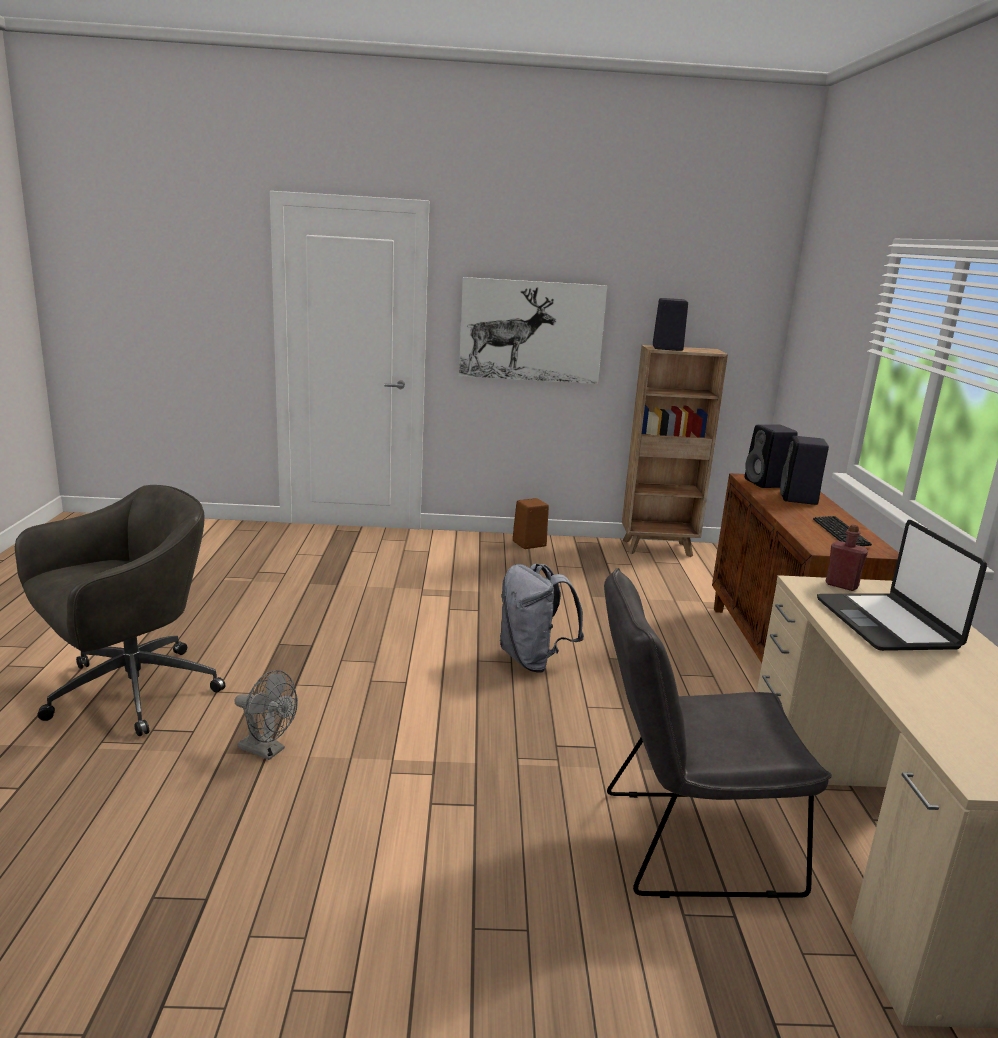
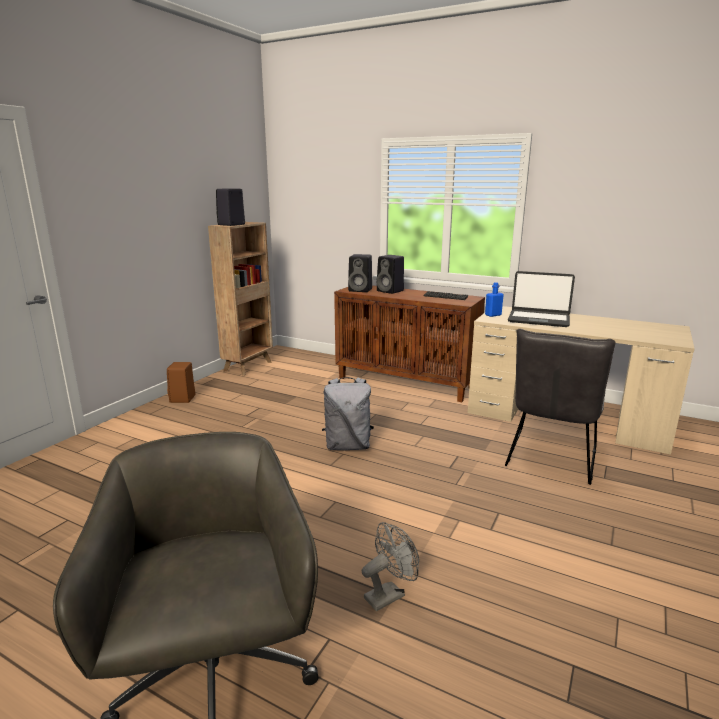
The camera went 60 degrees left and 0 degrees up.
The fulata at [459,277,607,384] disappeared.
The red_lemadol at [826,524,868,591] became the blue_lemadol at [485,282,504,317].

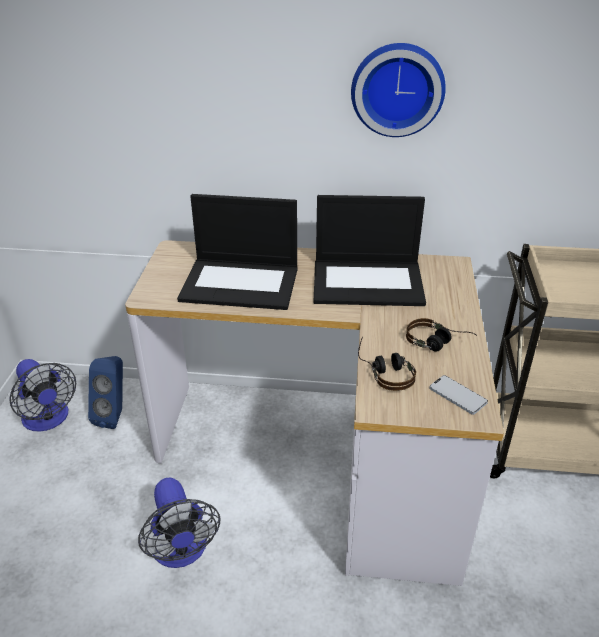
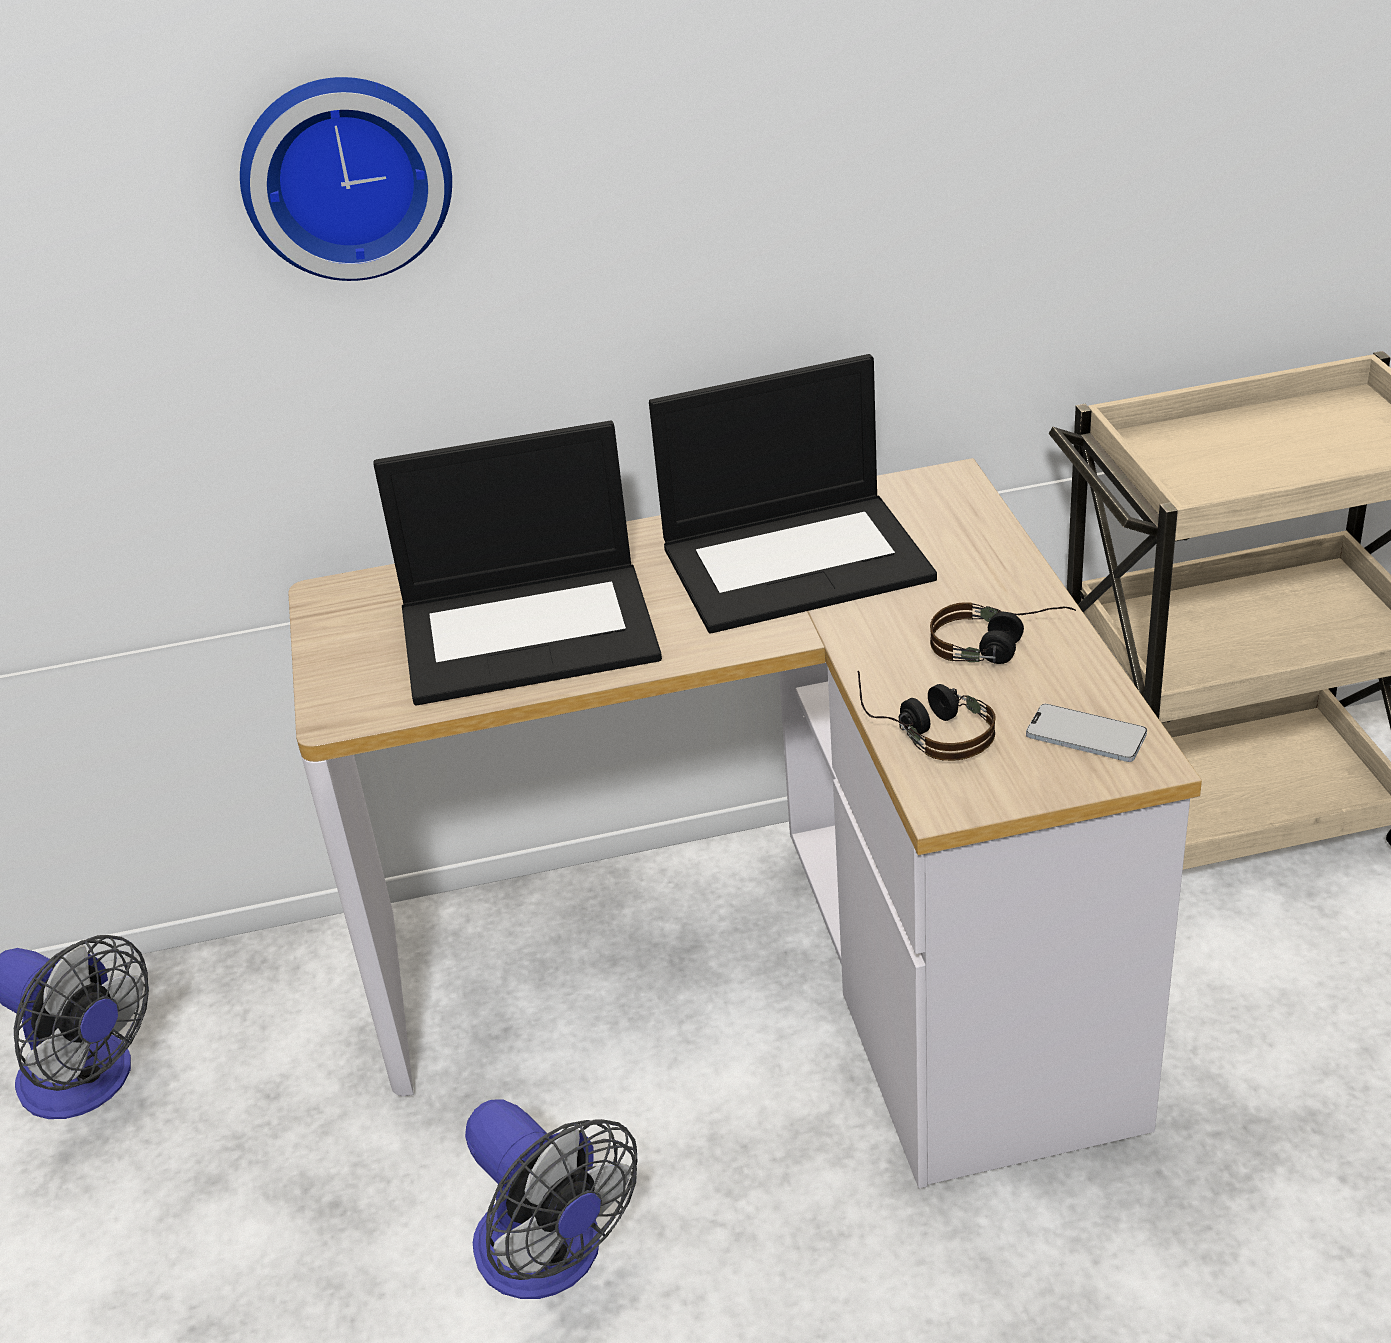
The camera went 15 degrees left and 0 degrees up.
The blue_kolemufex at [88,356,123,429] disappeared.
The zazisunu moved from [351,43,446,137] to [240,77,452,281].

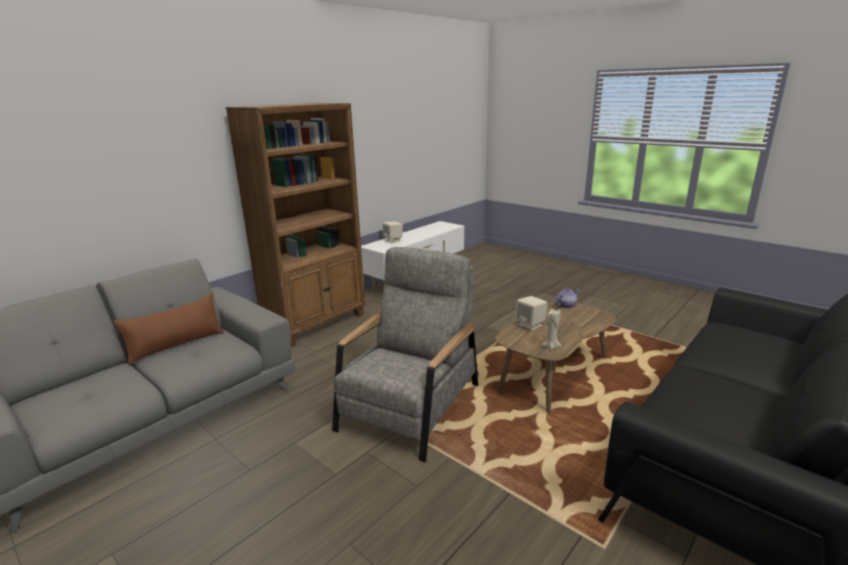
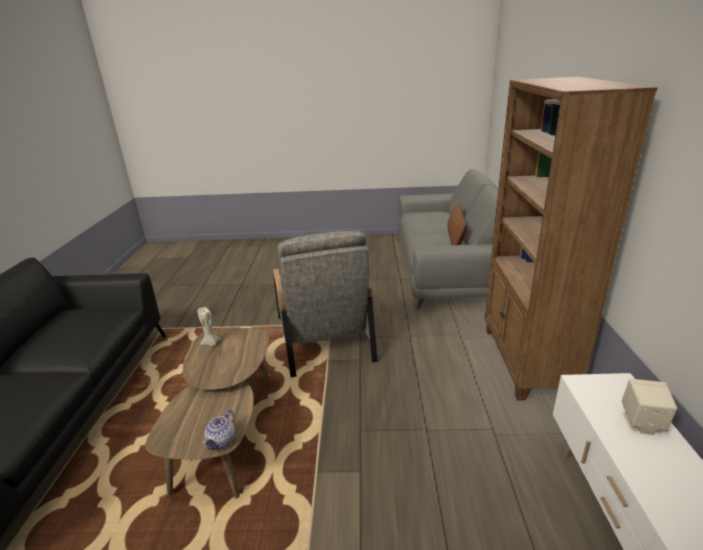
The camera went 140 degrees right and 5 degrees up.
The beige_kolemufex at [515,296,547,331] disappeared.

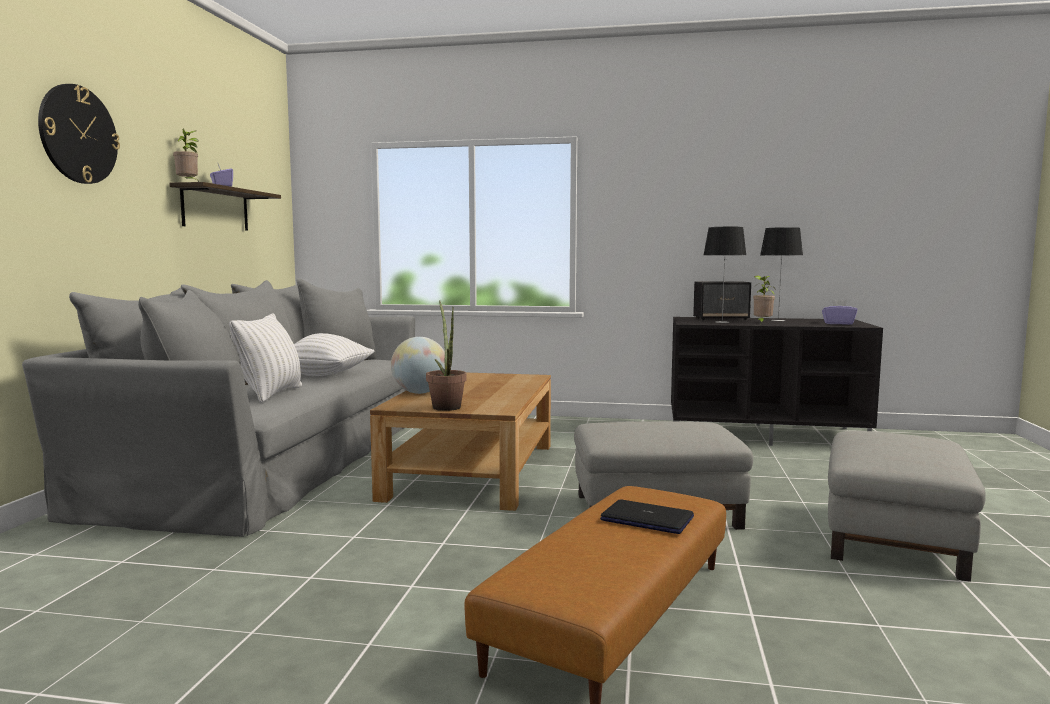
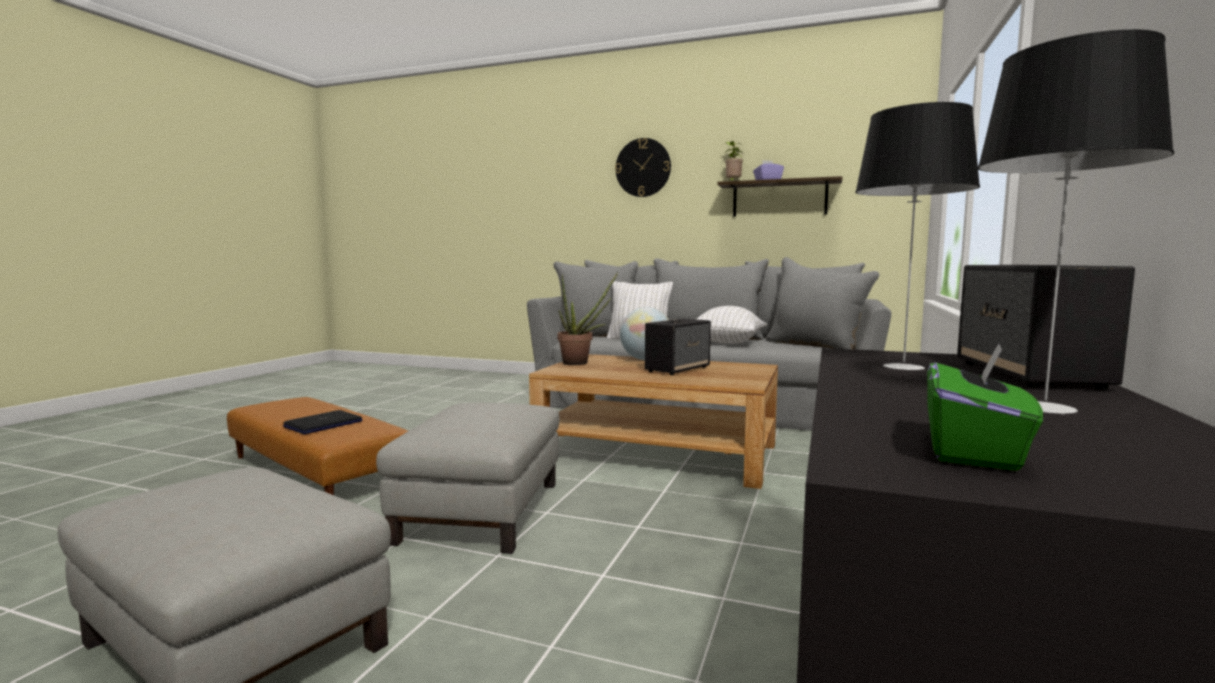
The camera went 100 degrees right and 0 degrees up.
The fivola at [753,276,776,324] disappeared.
The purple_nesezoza at [822,300,857,325] became the green_nesezoza at [927,342,1043,471].
The kolemufex at [645,318,711,375] appeared.

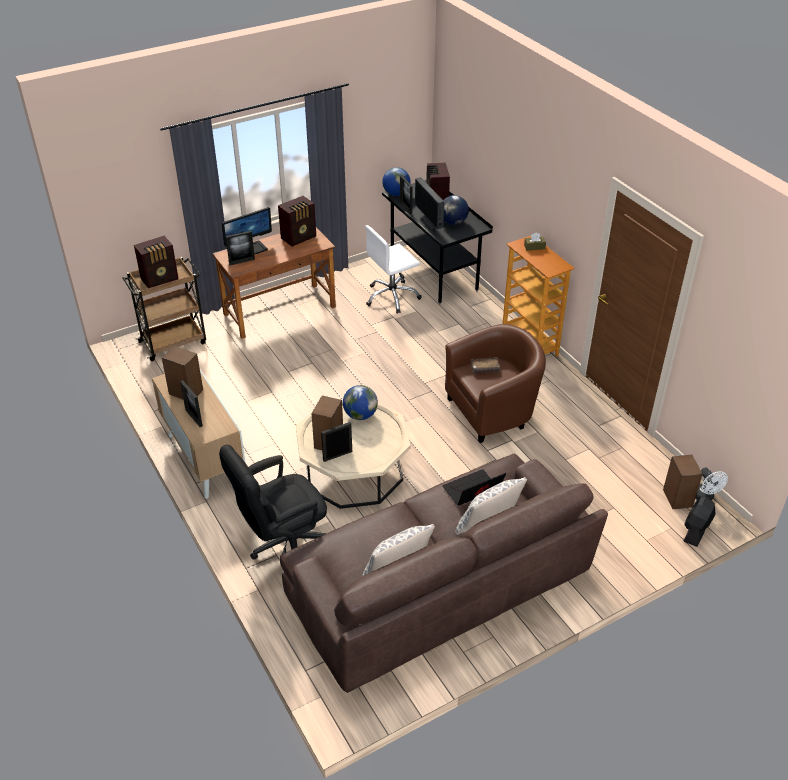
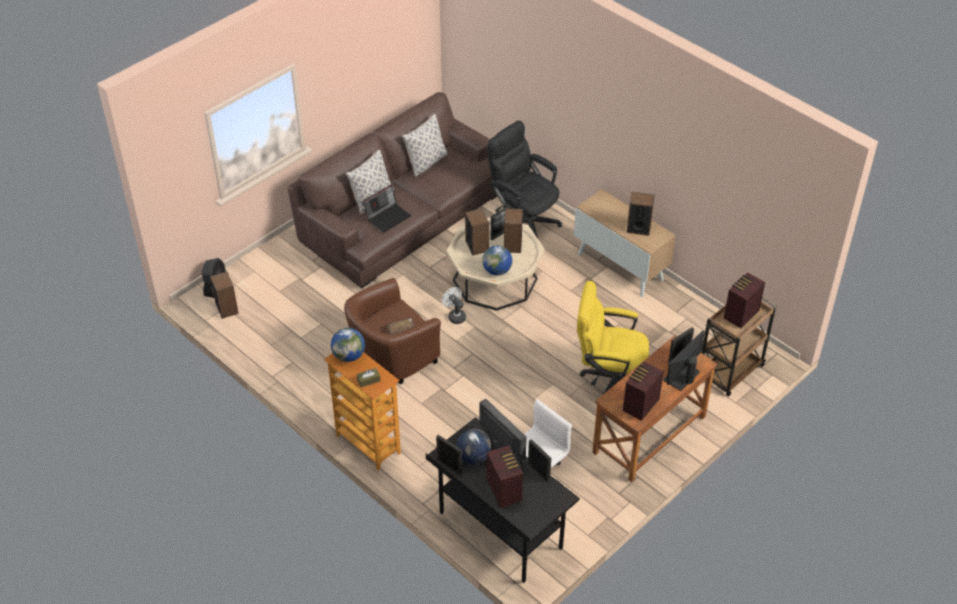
The camera went 165 degrees right and 5 degrees up.
The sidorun moved from [180,380,203,427] to [436,435,462,475].
The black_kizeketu at [219,445,327,560] turned 90 degrees counterclockwise.
The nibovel moved from [382,167,410,196] to [331,328,365,362].
The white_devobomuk moved from [696,467,728,500] to [442,287,466,324].
The kolemufex at [465,208,489,256] appeared.
The yellow_kizeketu at [577,281,649,395] appeared.

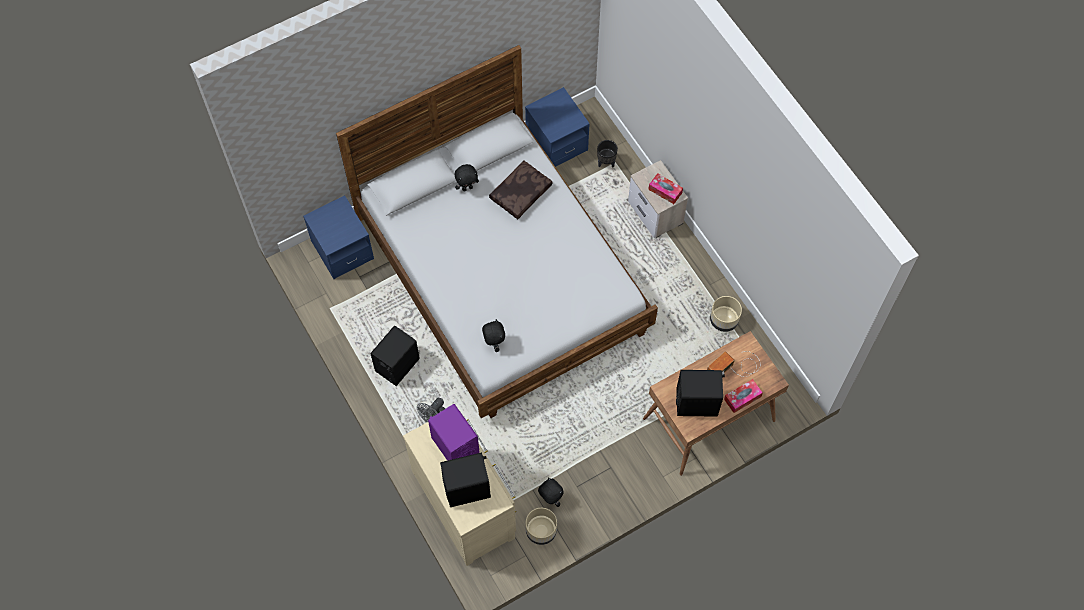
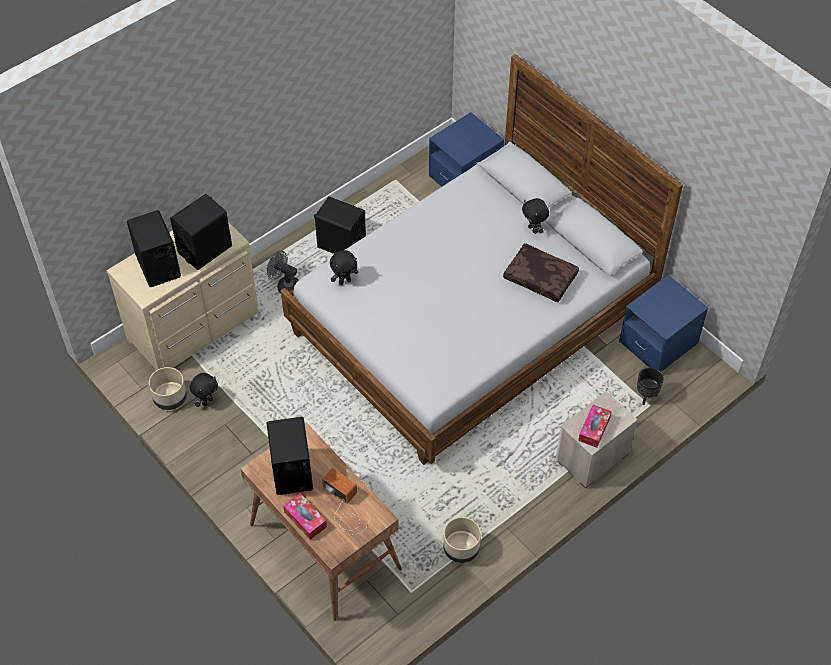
The camera went 80 degrees right and 10 degrees down.
The purple_kolemufex at [428,404,480,461] became the black_kolemufex at [170,194,232,270].

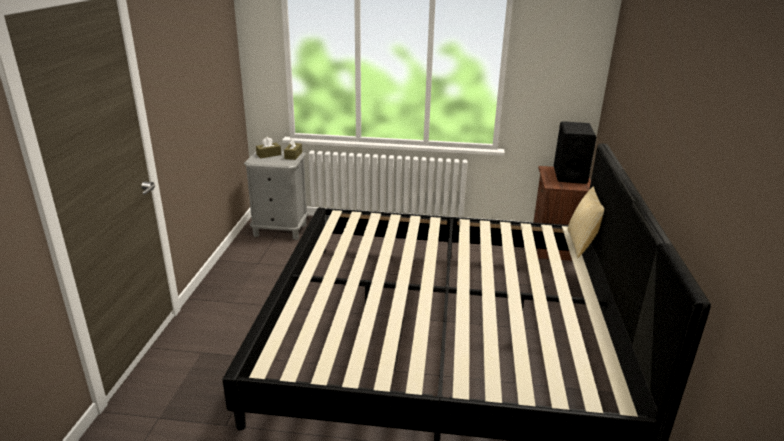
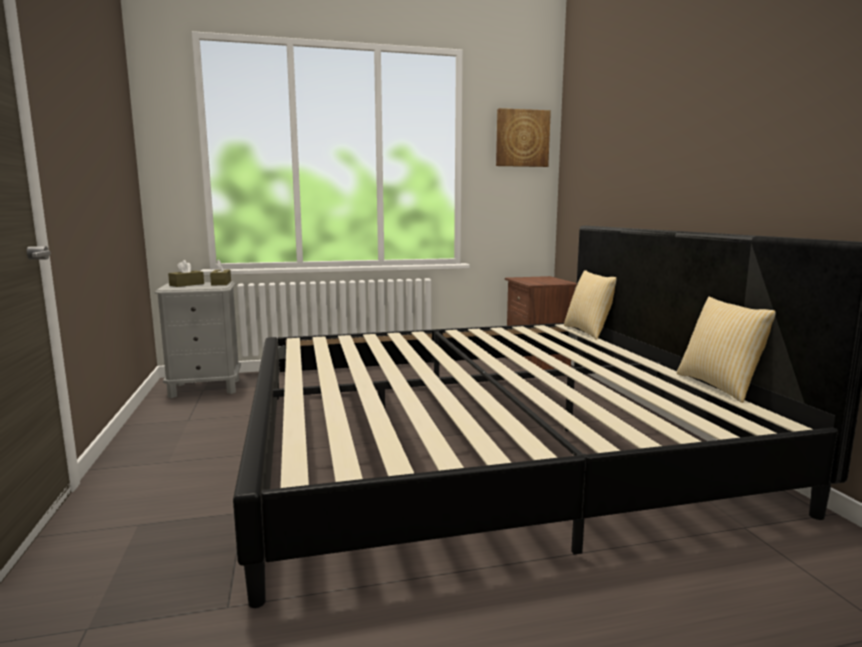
The camera went 20 degrees left and 15 degrees down.
The black_kolemufex at [554,121,596,184] disappeared.
The fulata at [496,108,551,167] appeared.
The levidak at [677,297,776,403] appeared.

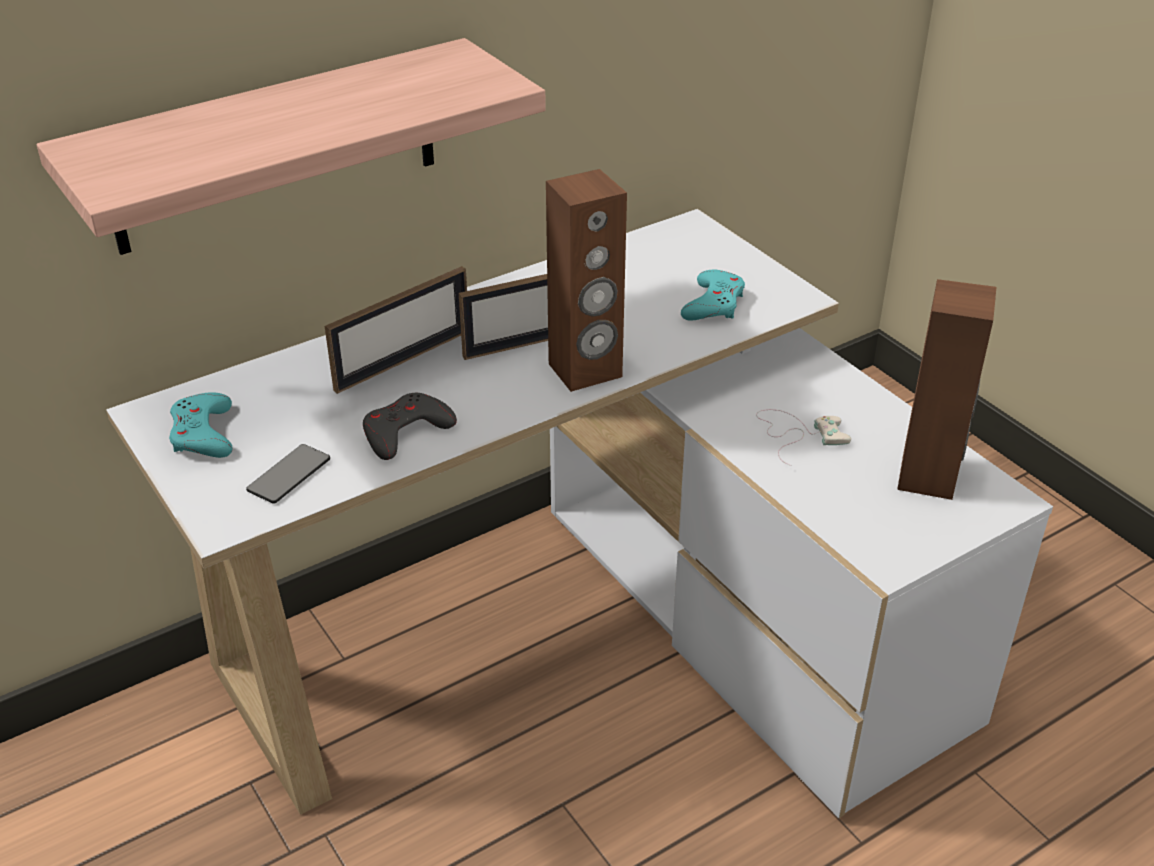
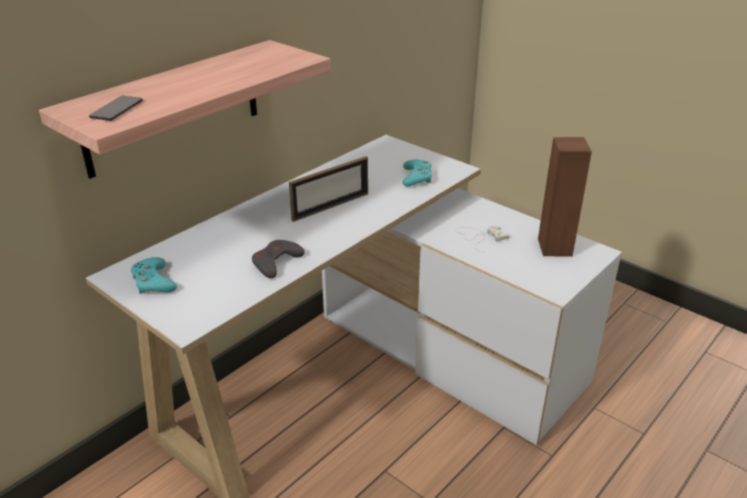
The camera went 15 degrees left and 5 degrees down.
The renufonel moved from [246,444,330,504] to [89,96,143,121].
The sidorun at [325,266,467,394] disappeared.
The brown_kolemufex at [546,169,627,392] disappeared.

